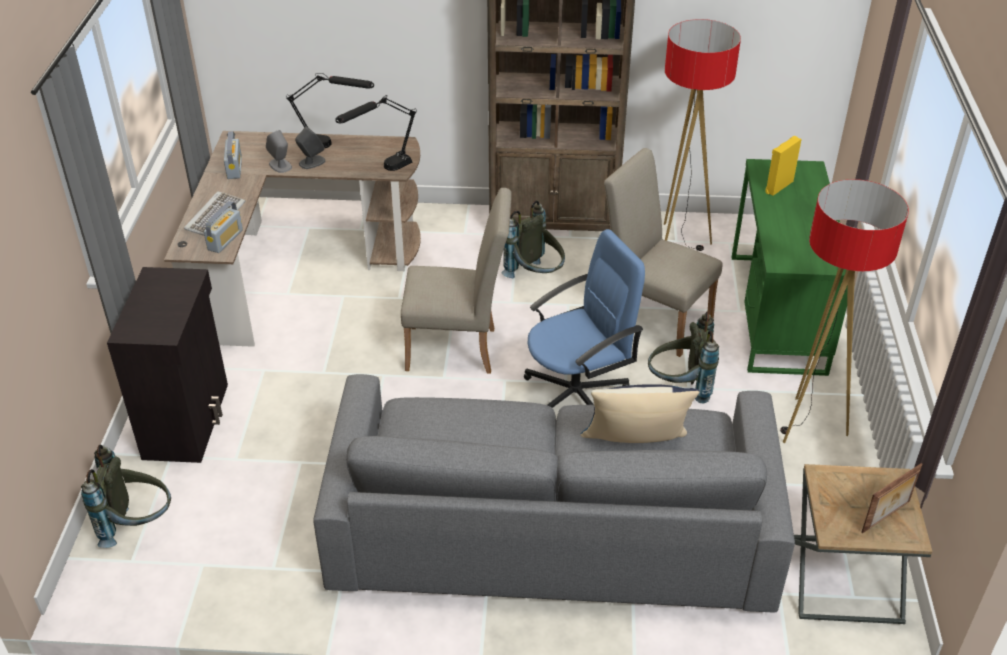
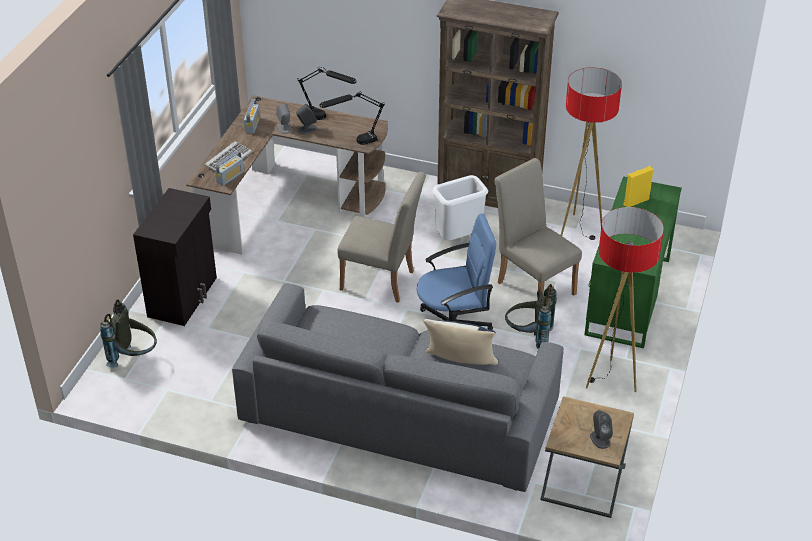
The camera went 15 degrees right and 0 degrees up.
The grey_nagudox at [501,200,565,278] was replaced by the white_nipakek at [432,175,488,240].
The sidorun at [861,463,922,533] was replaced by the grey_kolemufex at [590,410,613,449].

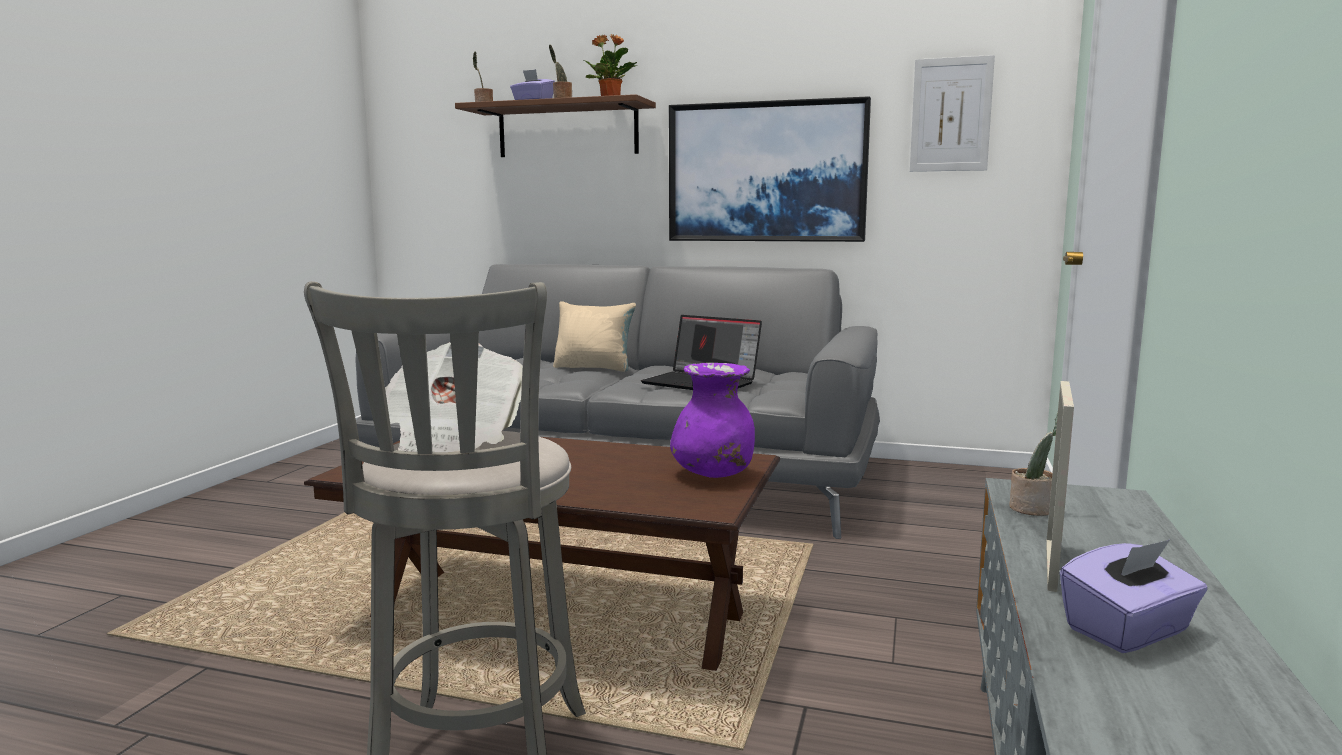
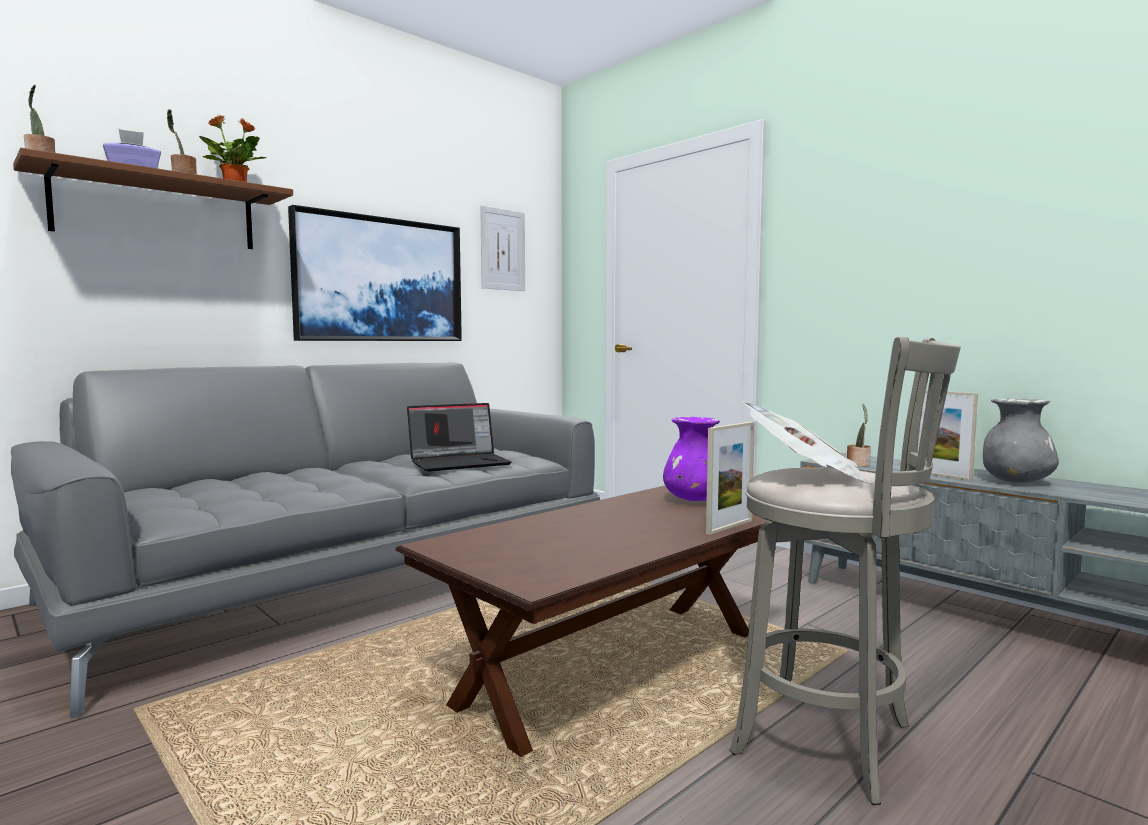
The camera went 60 degrees left and 5 degrees down.
The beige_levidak at [553,301,636,372] disappeared.
The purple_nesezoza at [1060,539,1208,653] was replaced by the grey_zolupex at [983,398,1059,483].
The sidorun at [706,422,755,535] appeared.

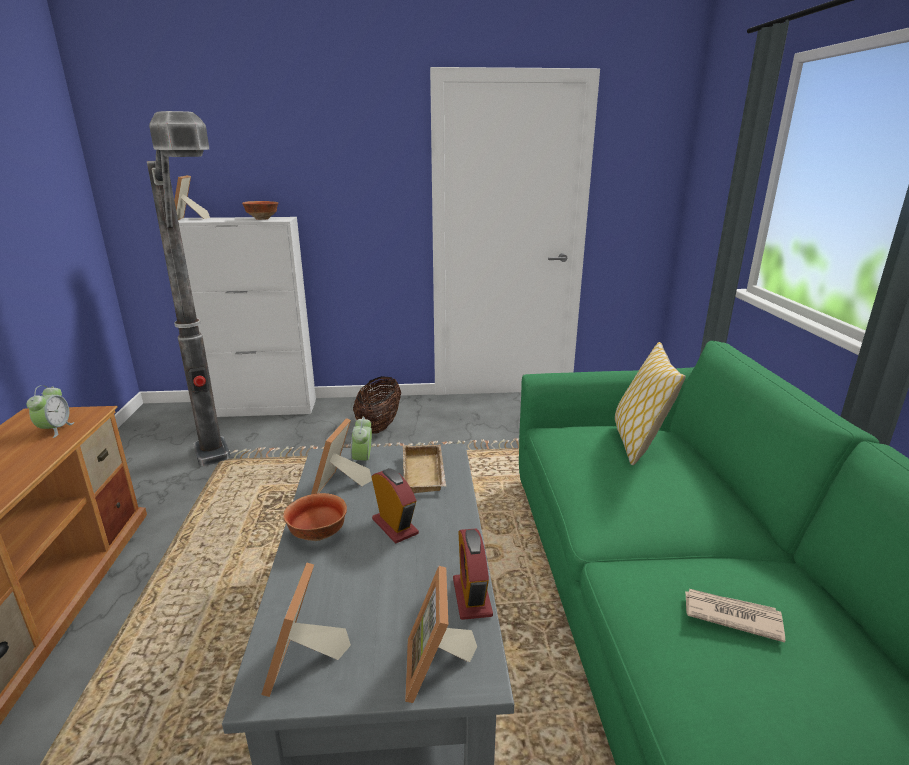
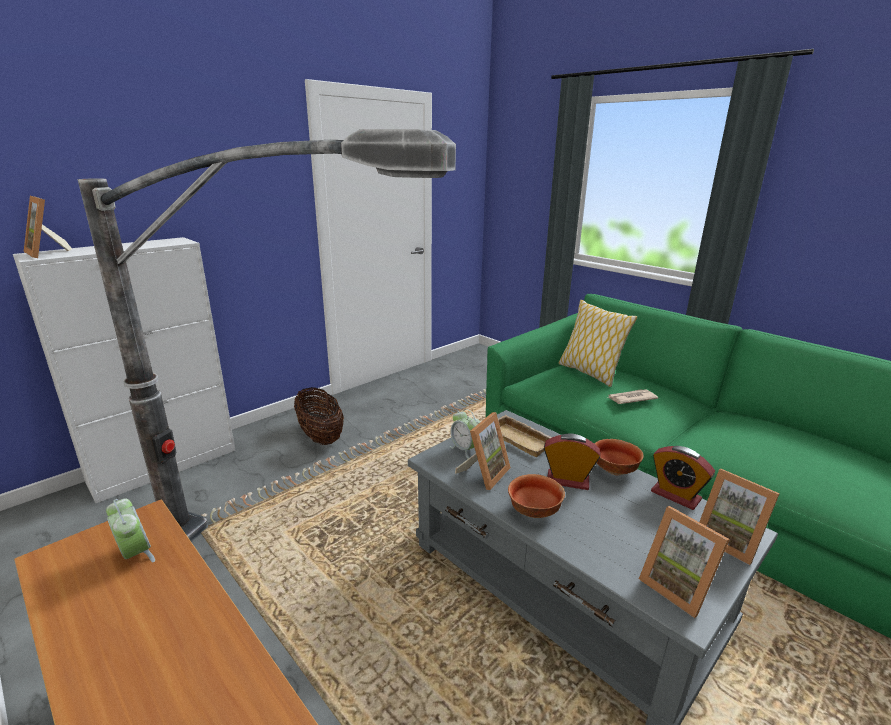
The camera went 40 degrees left and 0 degrees up.
The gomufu moved from [242,201,278,220] to [594,439,644,476].
The sidorun at [311,418,372,494] turned 120 degrees counterclockwise.
The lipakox moved from [685,589,785,643] to [608,389,658,404].

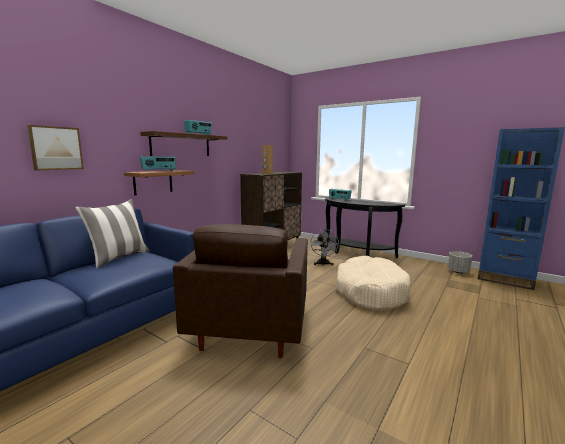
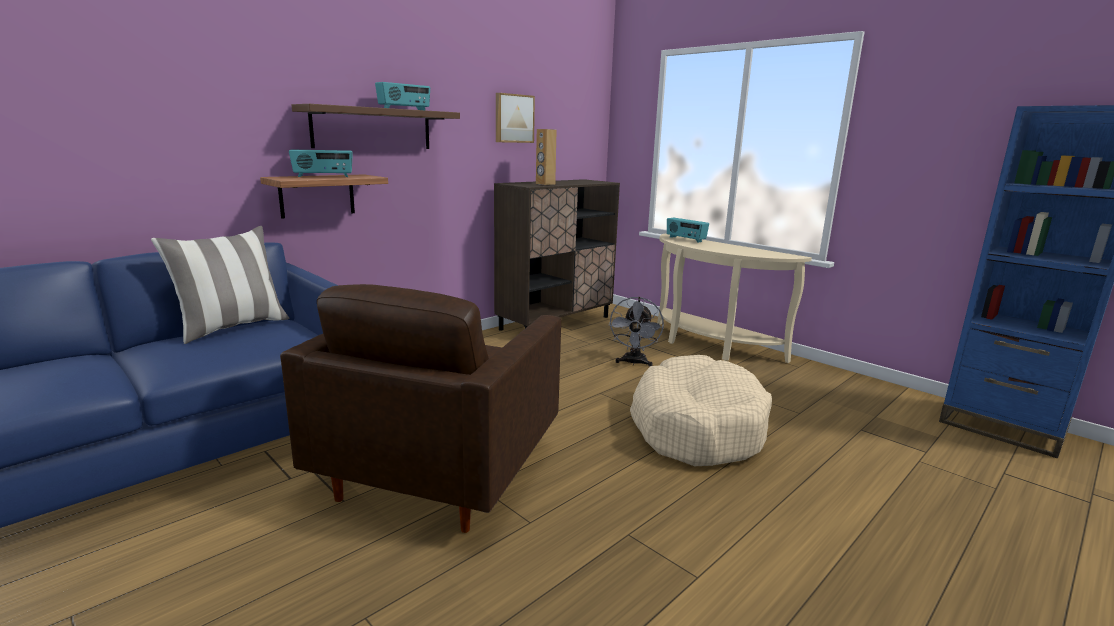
The camera went 10 degrees right and 5 degrees up.
The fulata moved from [27,125,84,170] to [496,93,535,143].
The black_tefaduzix at [325,197,405,258] became the beige_tefaduzix at [657,234,812,363].
The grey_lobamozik at [448,251,472,274] disappeared.

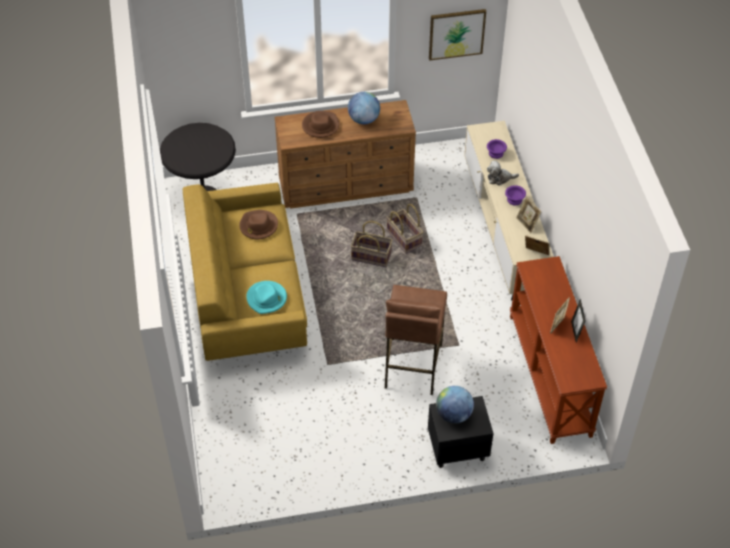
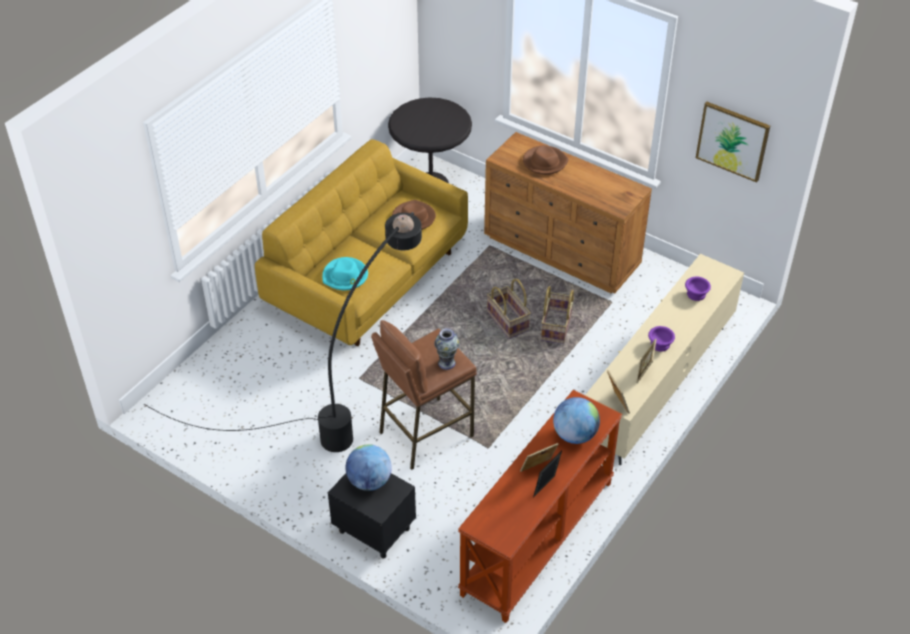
The camera went 45 degrees right and 5 degrees down.
The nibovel moved from [348,92,380,124] to [553,397,600,444].
The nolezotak at [487,161,519,186] disappeared.
The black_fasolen at [144,212,422,452] appeared.
The zolupex at [434,328,460,370] appeared.

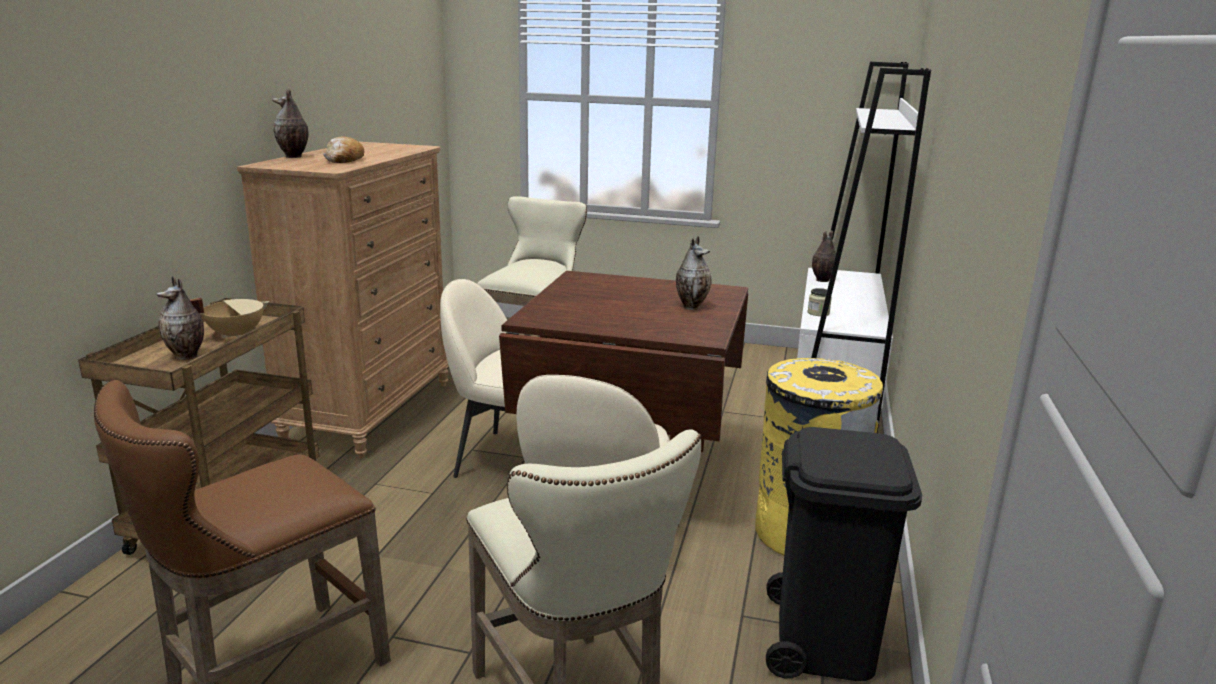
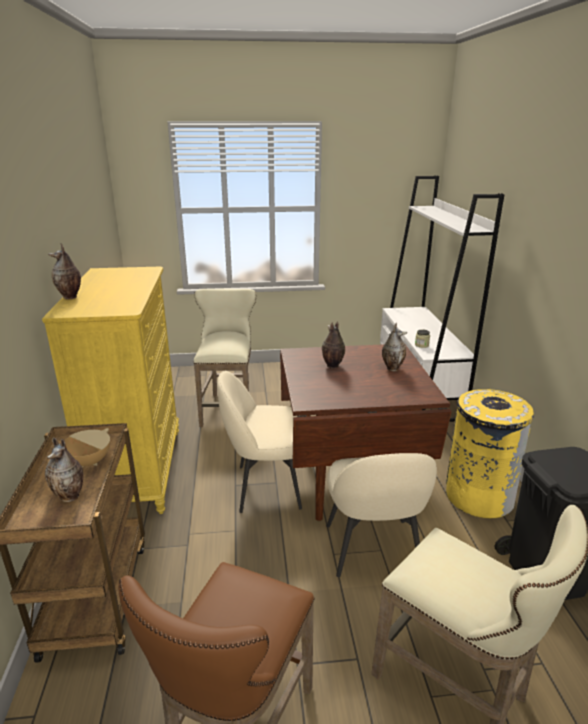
The camera went 20 degrees left and 5 degrees up.
The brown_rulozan at [237,142,449,458] became the yellow_rulozan at [42,267,179,514].
The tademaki at [323,137,365,163] disappeared.
The zolupex moved from [812,230,836,282] to [322,321,345,369].

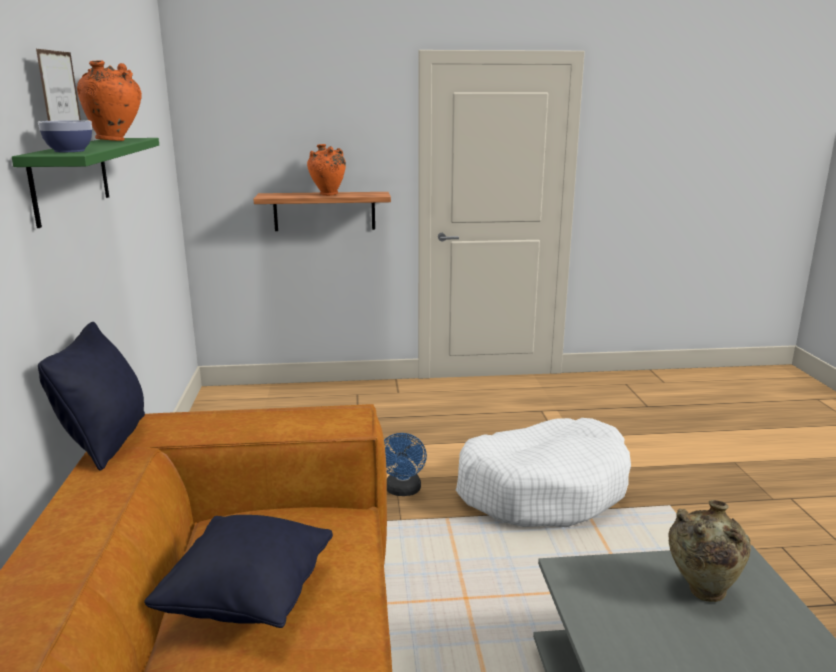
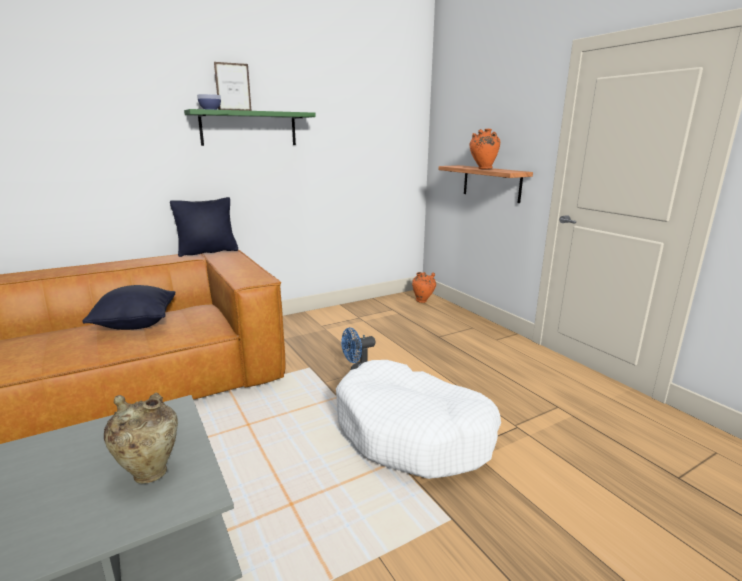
The camera went 65 degrees right and 0 degrees up.
The orange_zolupex moved from [77,61,142,141] to [412,272,436,303].

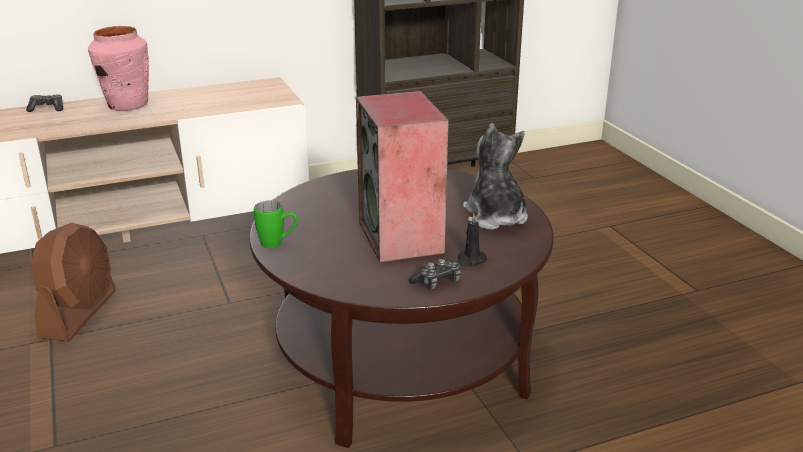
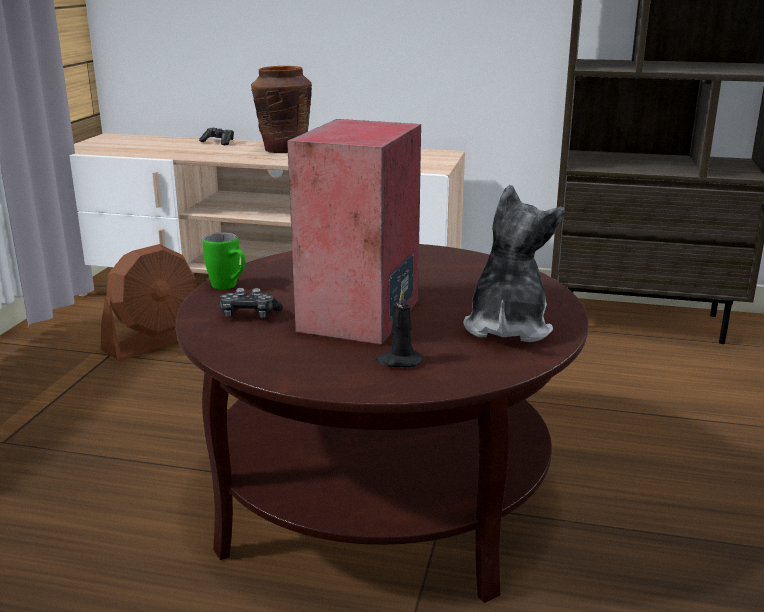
The camera went 35 degrees right and 5 degrees down.
The pink_zolupex at [88,26,149,111] became the brown_zolupex at [251,66,312,153].
The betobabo moved from [409,259,461,289] to [219,288,283,318].

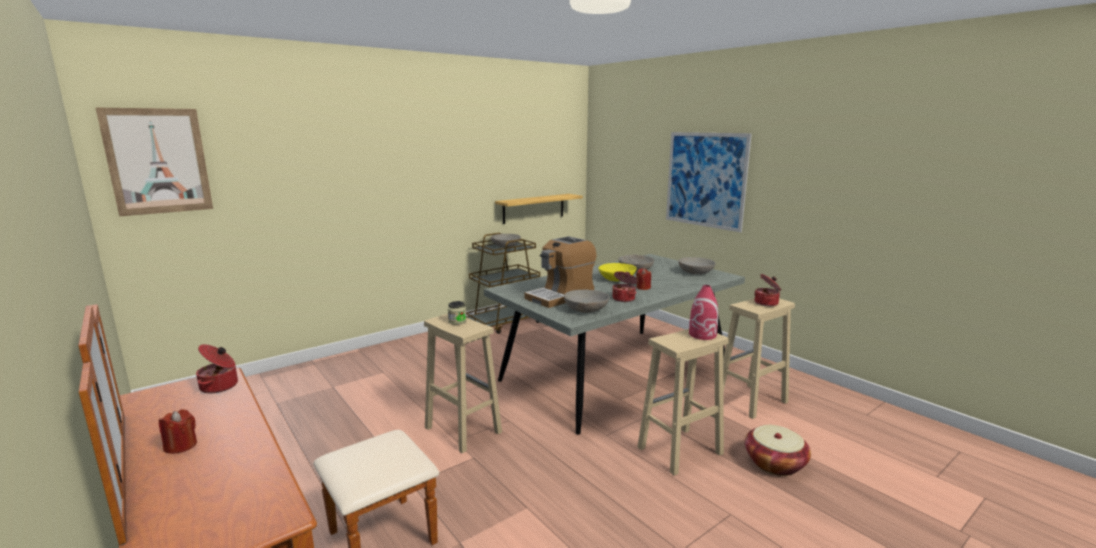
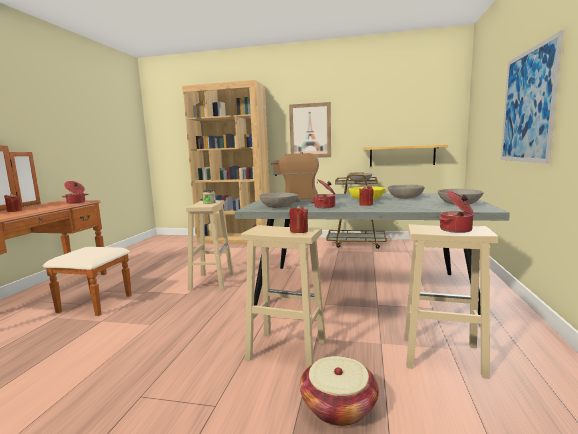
The camera went 50 degrees right and 5 degrees down.
The fulata moved from [96,108,213,216] to [289,102,331,158].
The red_zolupex at [689,285,718,340] was replaced by the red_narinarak at [289,205,308,233].
The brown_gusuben at [182,80,270,244] appeared.

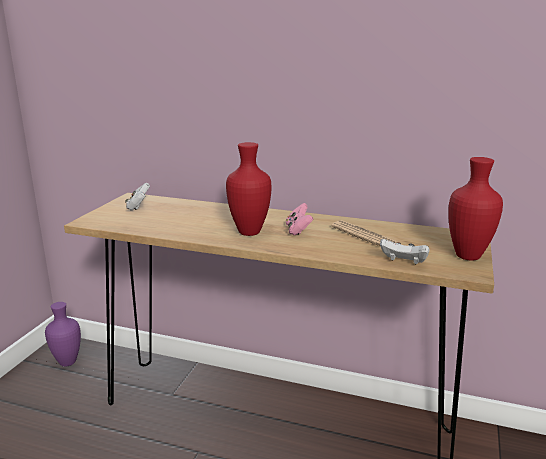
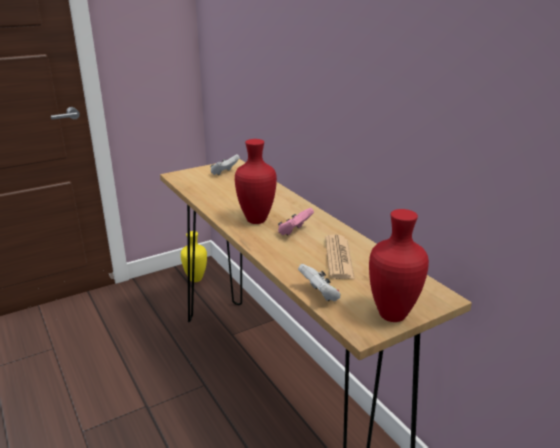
The camera went 40 degrees right and 5 degrees up.
The purple_zolupex at [45,302,81,367] became the yellow_zolupex at [181,231,207,282].

